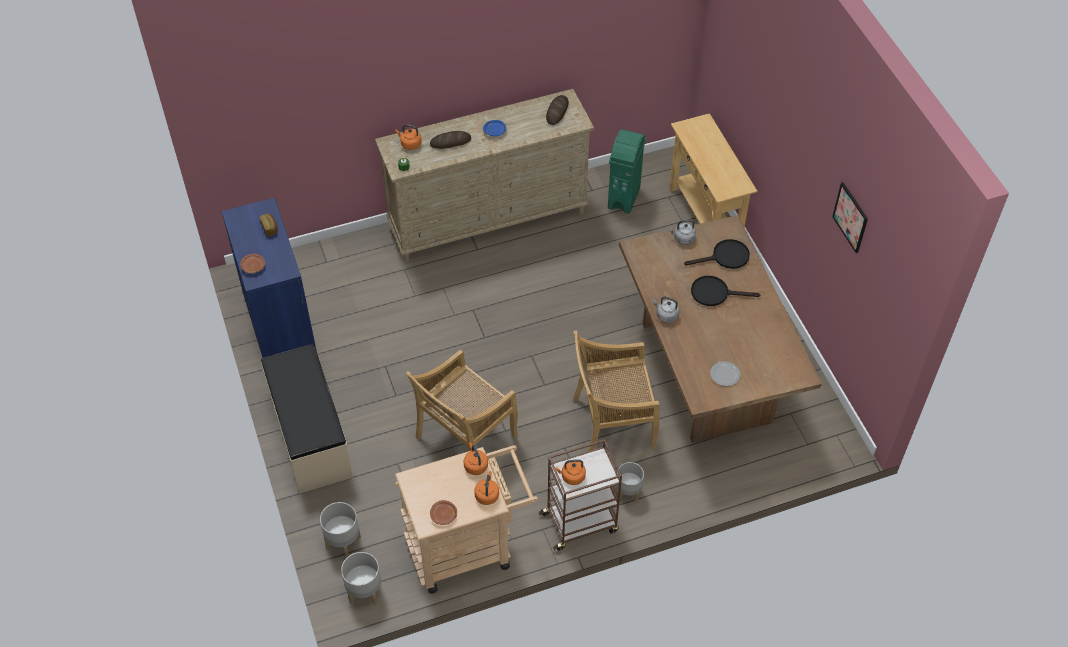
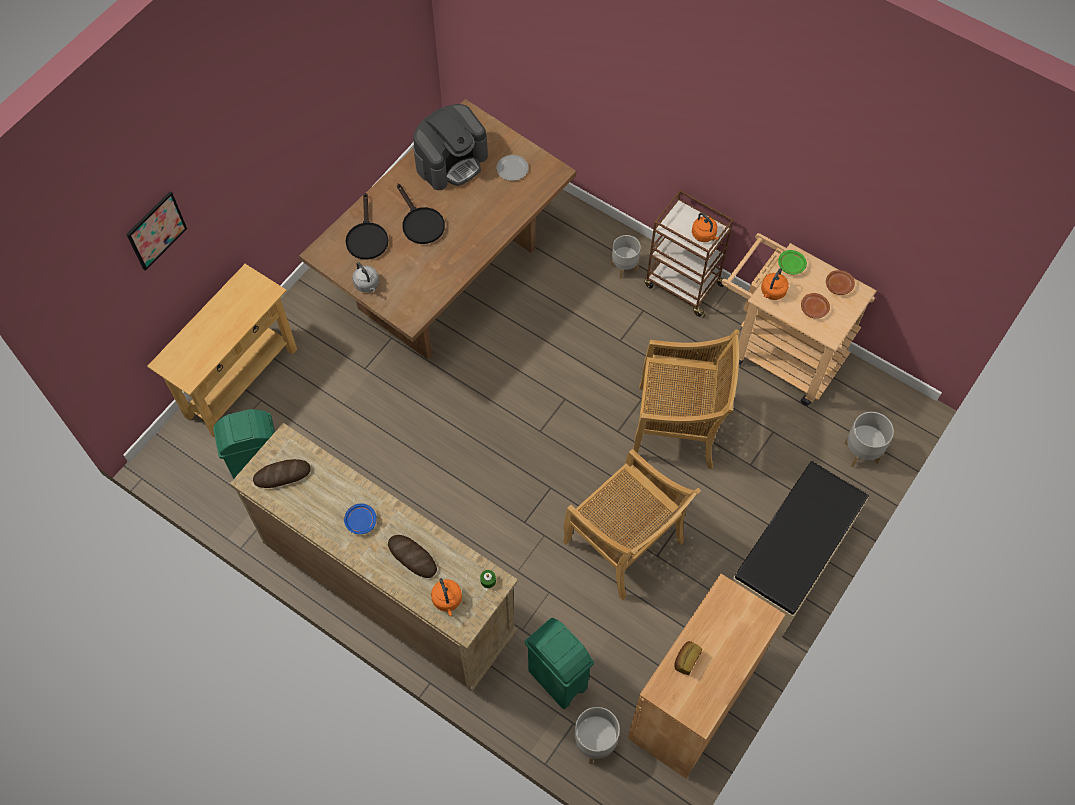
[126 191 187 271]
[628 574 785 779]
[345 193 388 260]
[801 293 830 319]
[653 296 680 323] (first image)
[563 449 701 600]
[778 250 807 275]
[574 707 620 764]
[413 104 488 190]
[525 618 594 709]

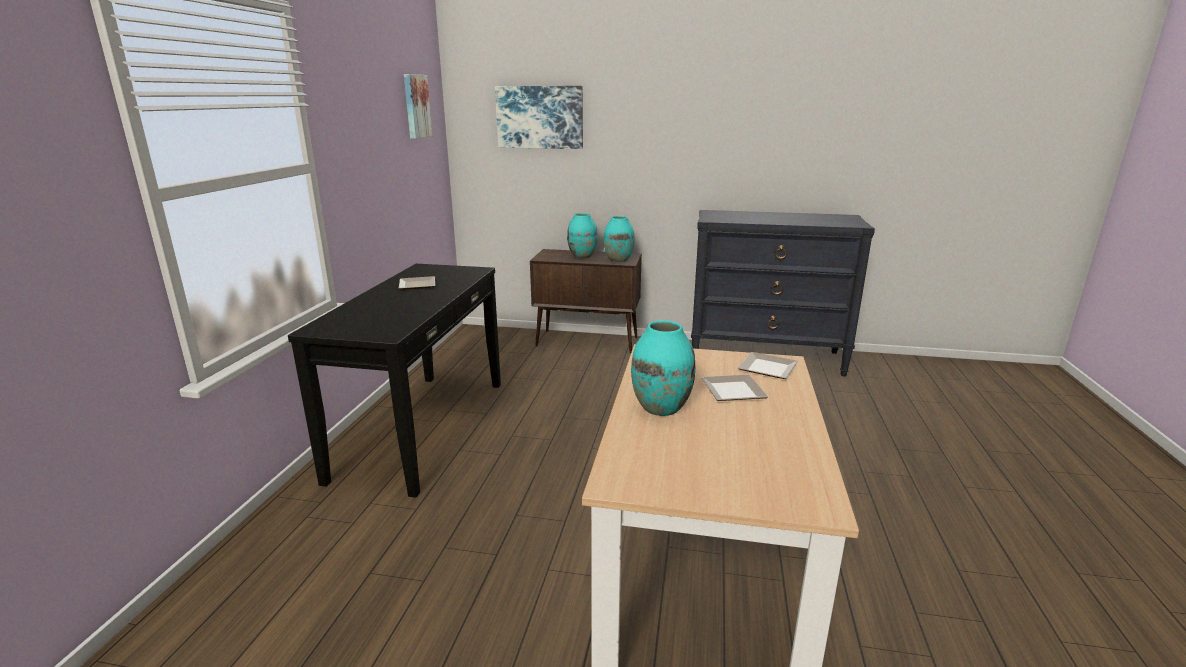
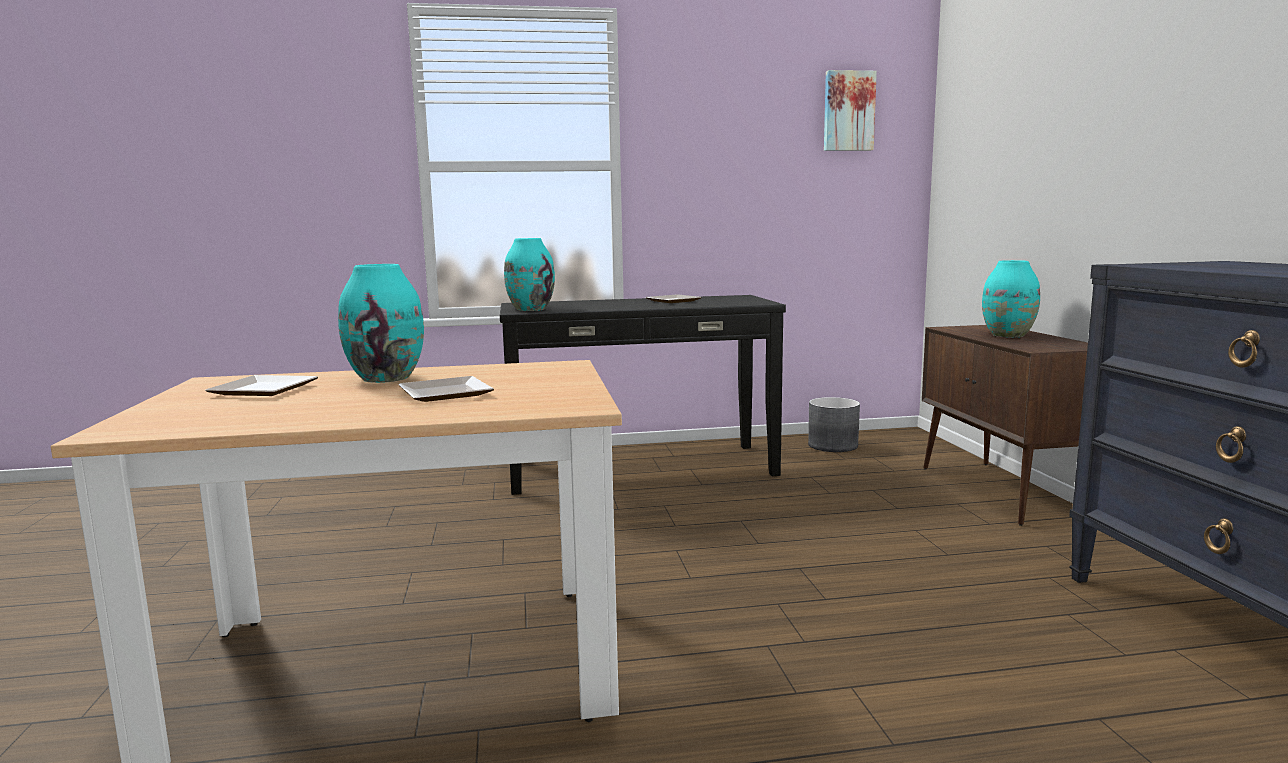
[495 86 583 149] (first image)
[504 238 555 311]
[205 375 318 396]
[808 397 860 452]

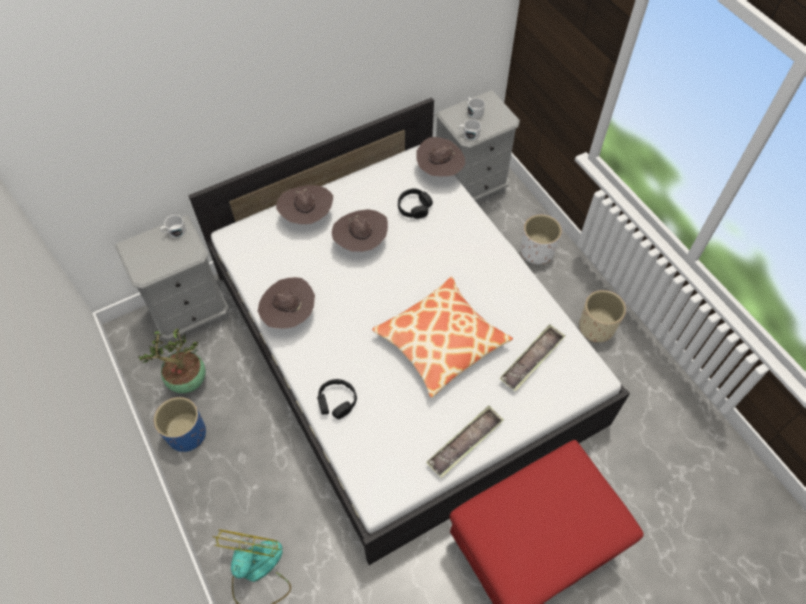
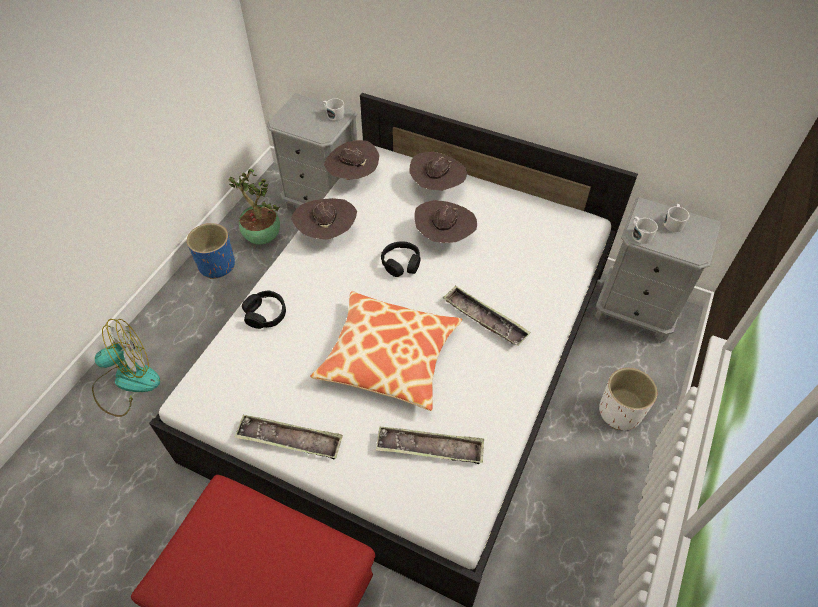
[324 140 380 180]
[381 241 421 277]
[579 290 626 342] (first image)
[443 285 531 346]

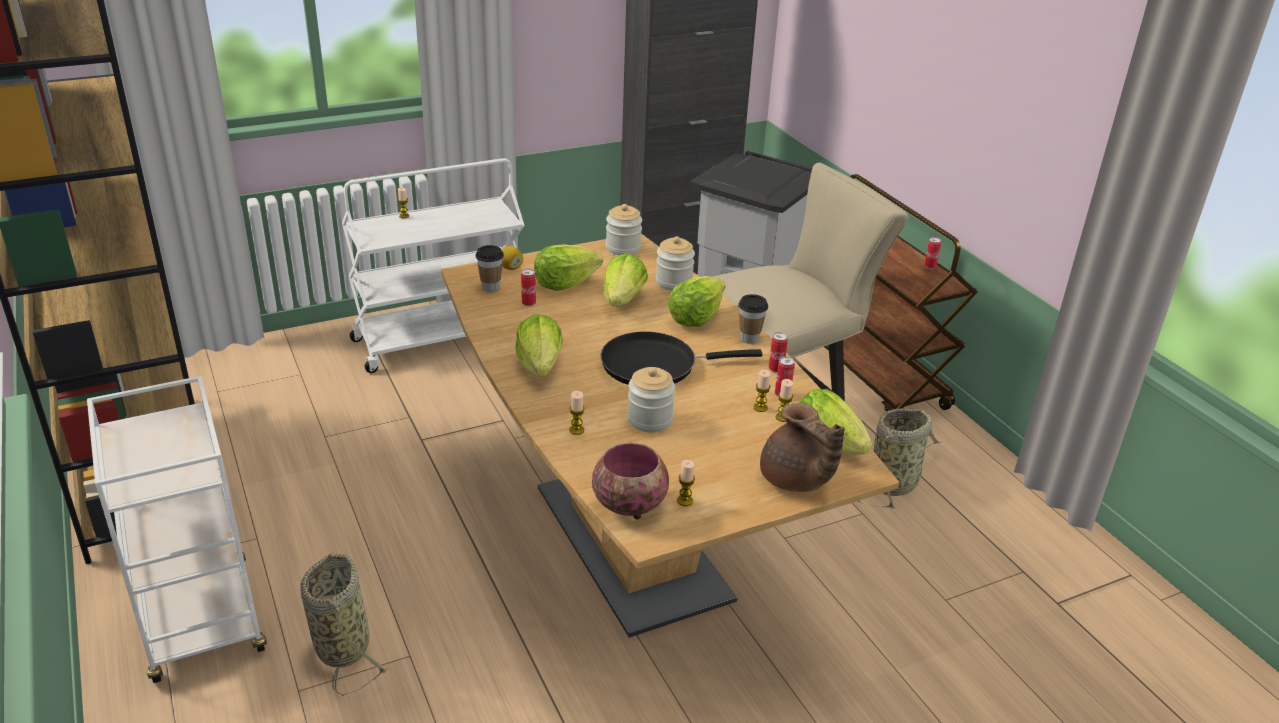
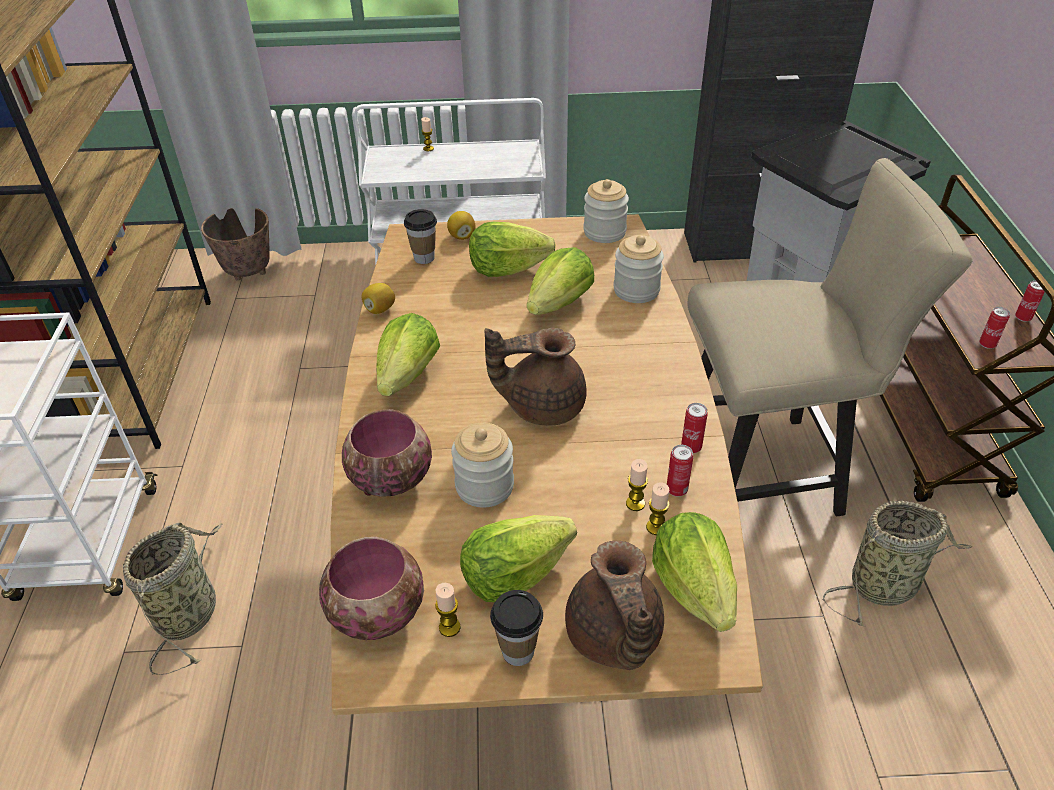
[979 307 1010 349]
[460 515 577 602]
[490 590 543 666]
[484 327 586 426]
[342 409 432 497]
[201 208 270 281]
[362 283 395 314]

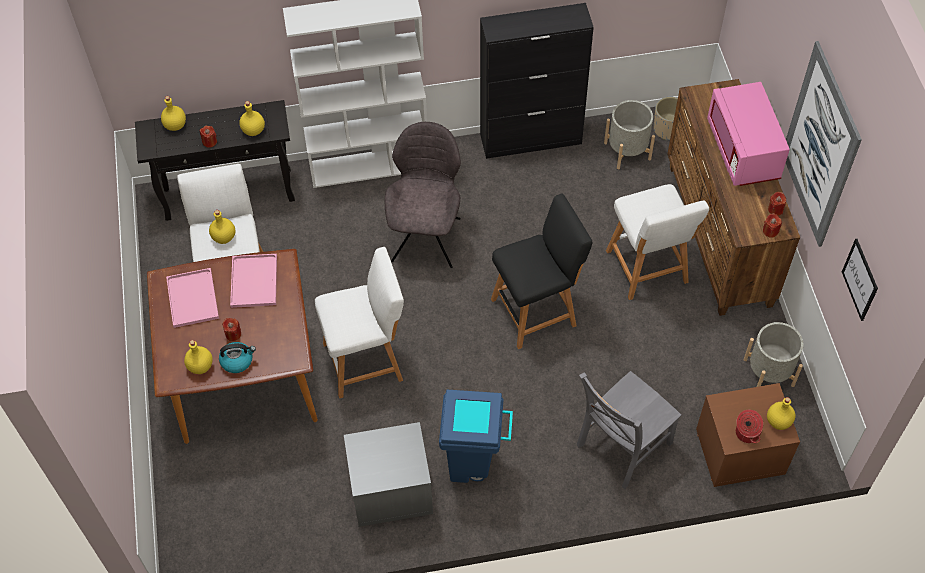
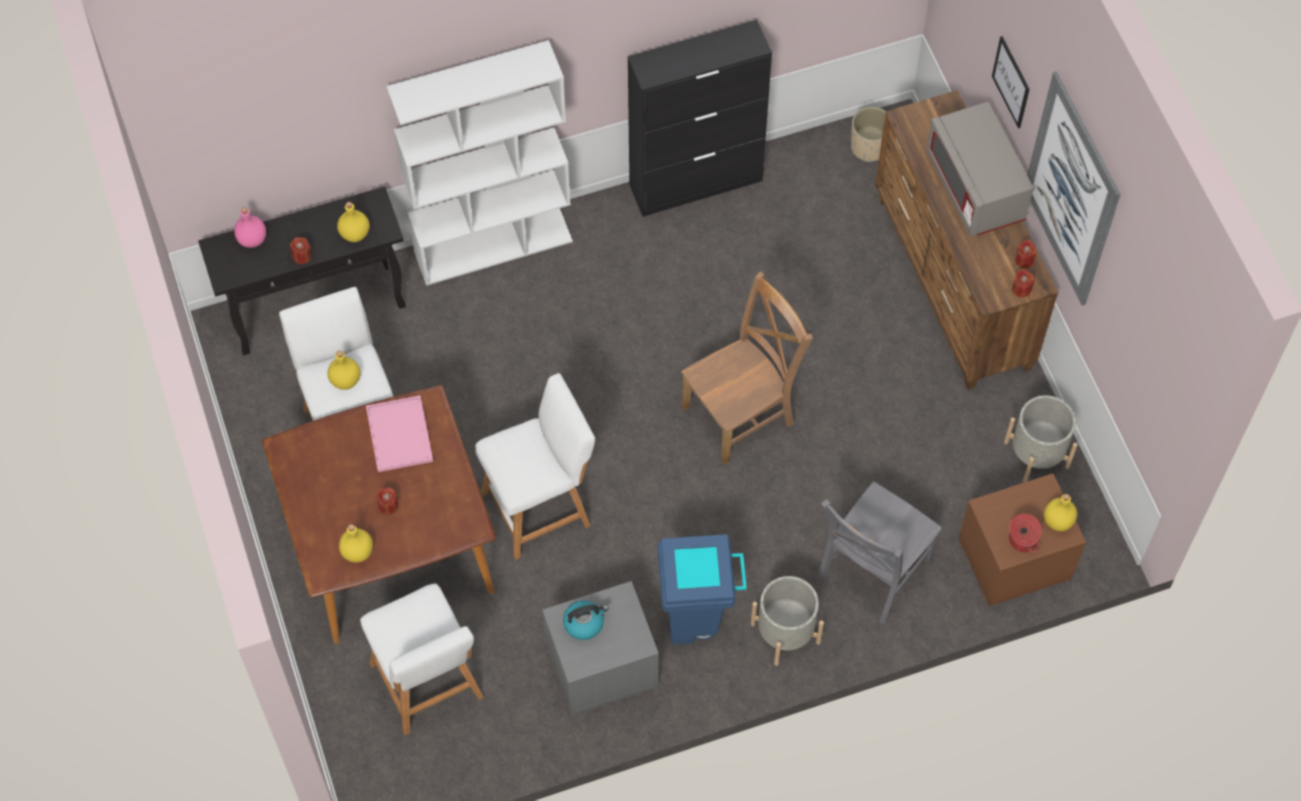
[926 102 1034 236]
[234 207 266 248]
[751 576 824 666]
[385 122 461 268] (first image)
[360 583 484 735]
[681 271 813 465]
[992 36 1030 129]
[166 268 219 328] (first image)
[563 601 609 640]

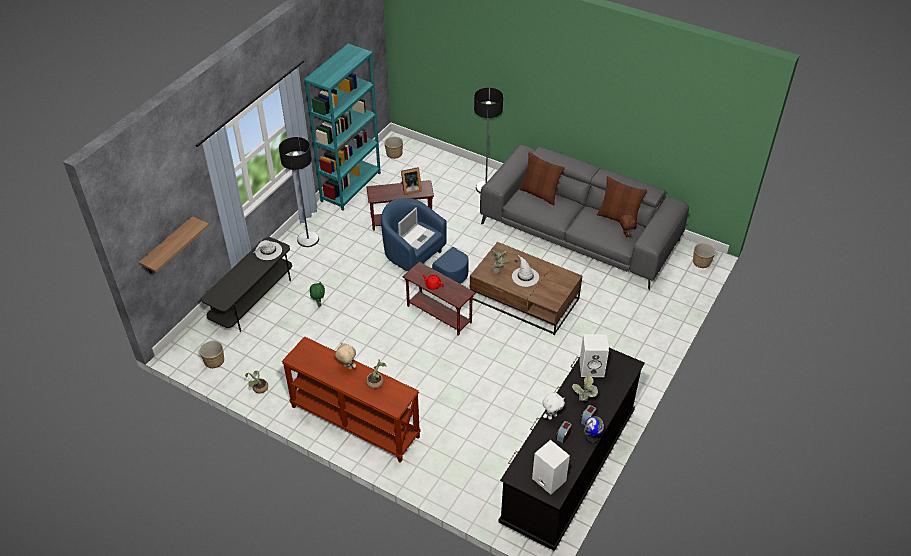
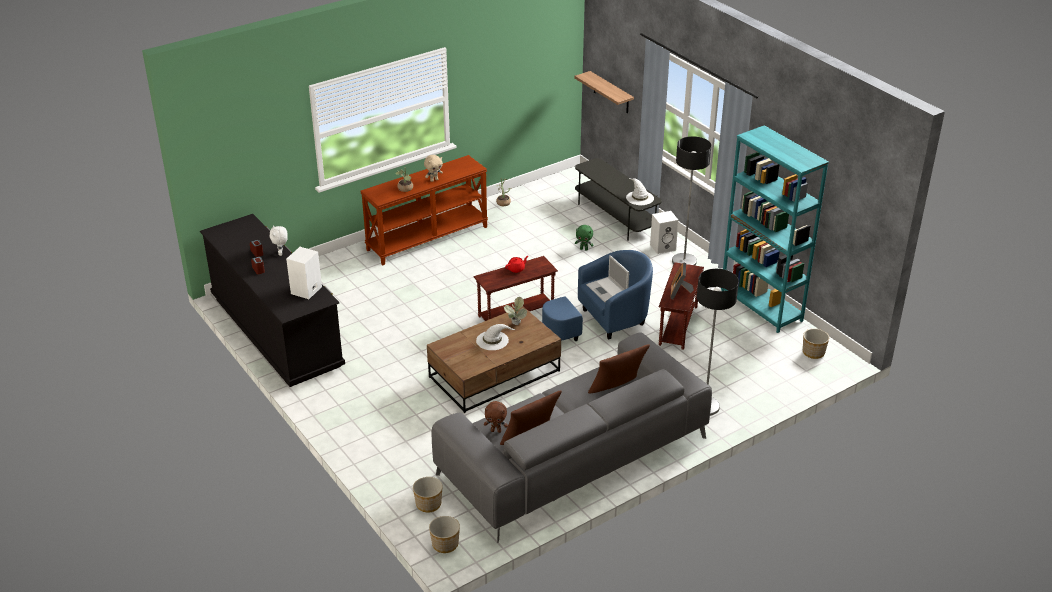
[413 477 443 512]
[572 375 598 401] (first image)
[584 416 604 443] (first image)
[650 211 679 254]

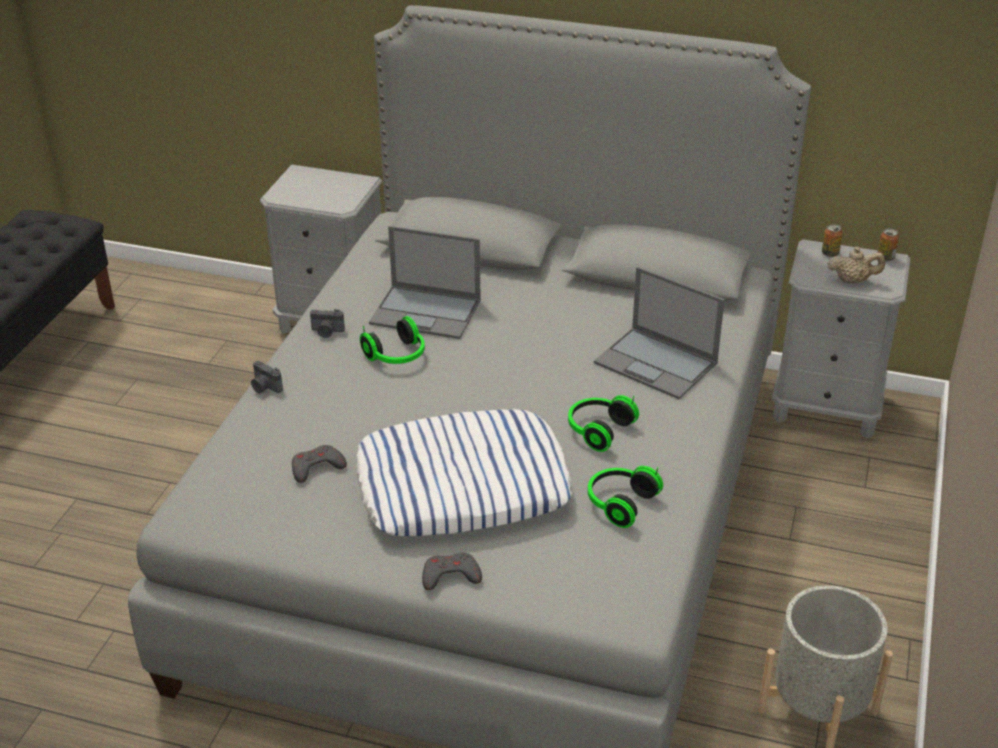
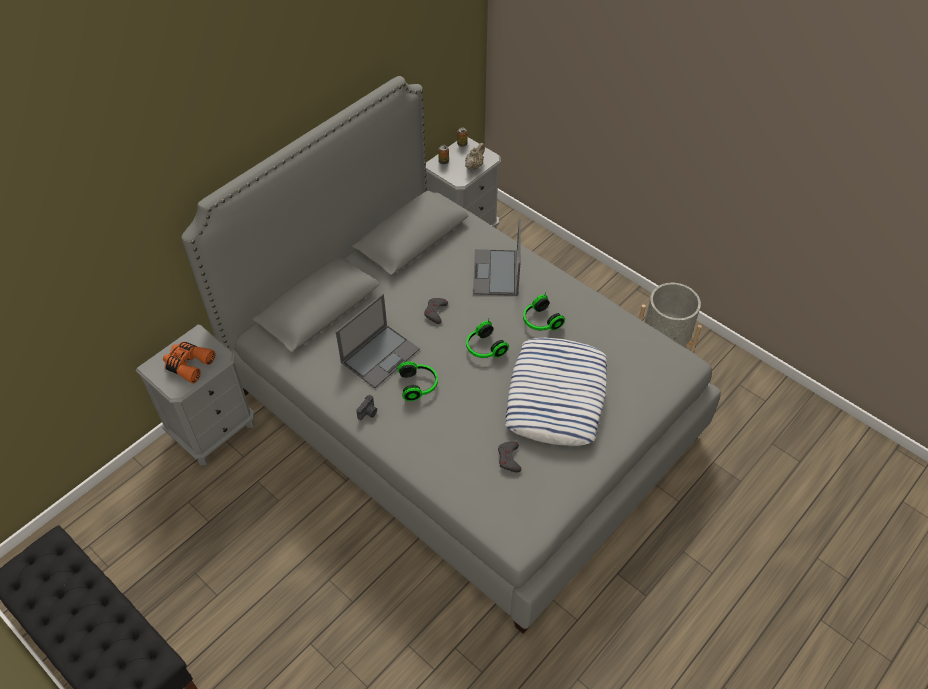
[473 219 521 296]
[251 361 283 394] (first image)
[466 319 509 358]
[424 298 448 324]
[163 342 216 383]

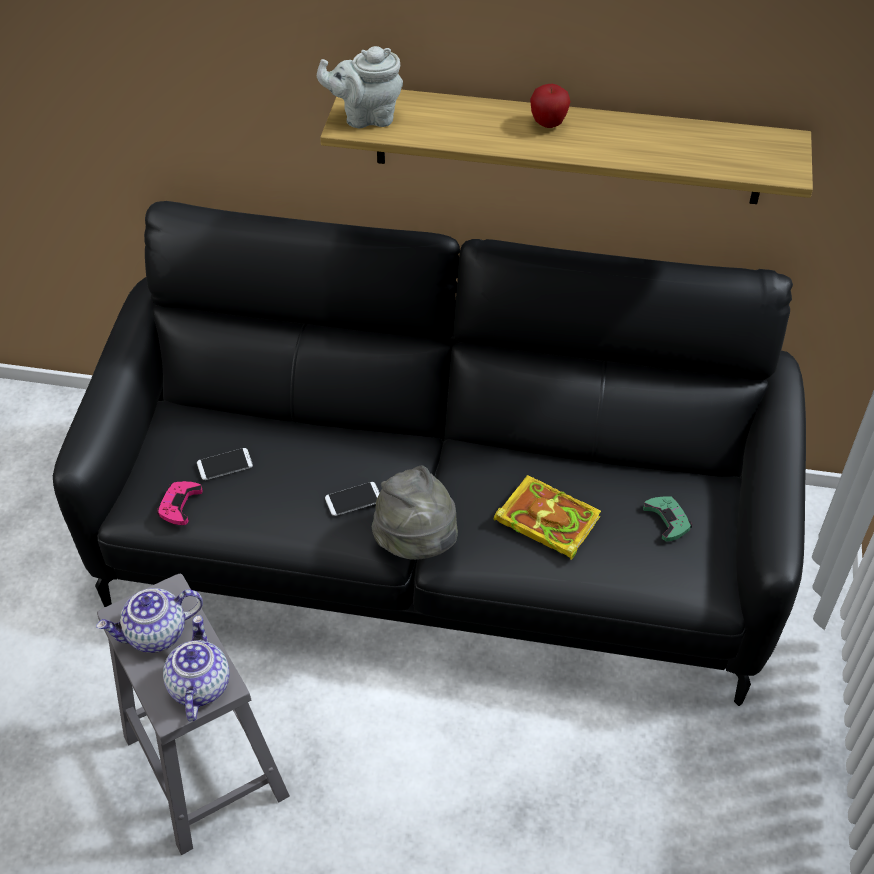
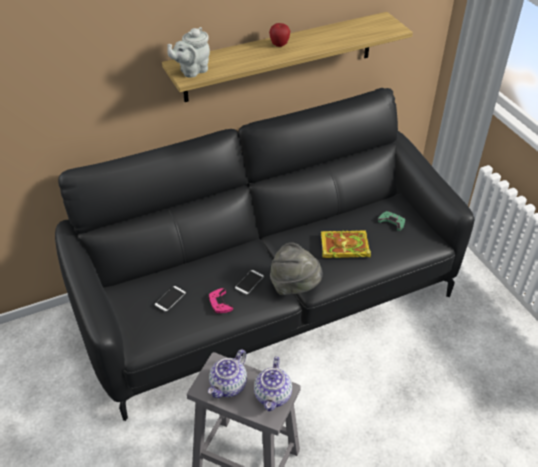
[208 288 233 313]
[254 356 292 411]

